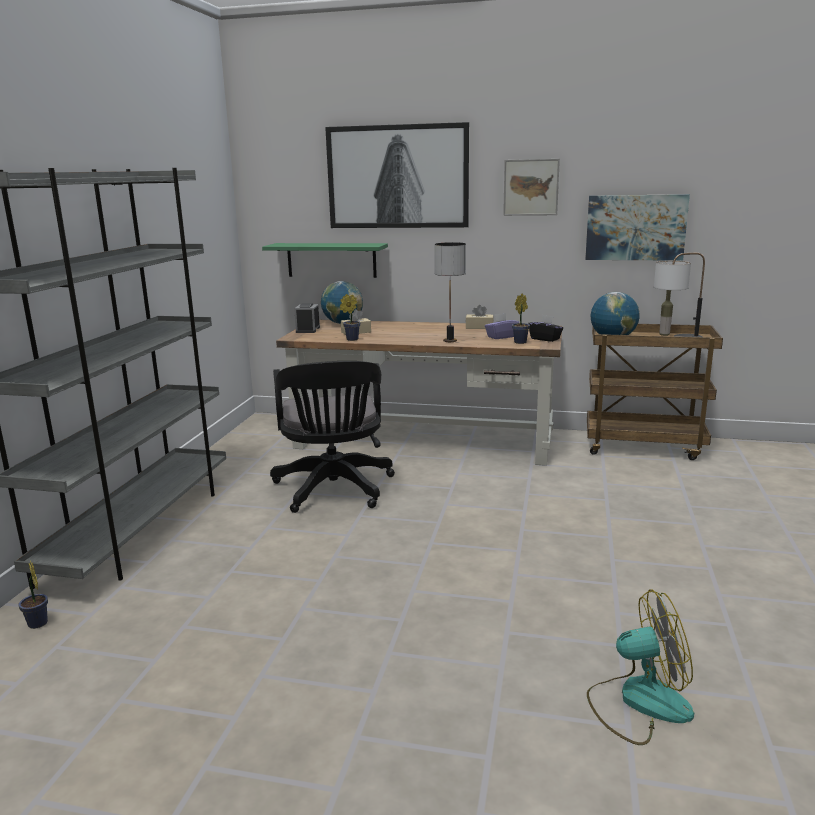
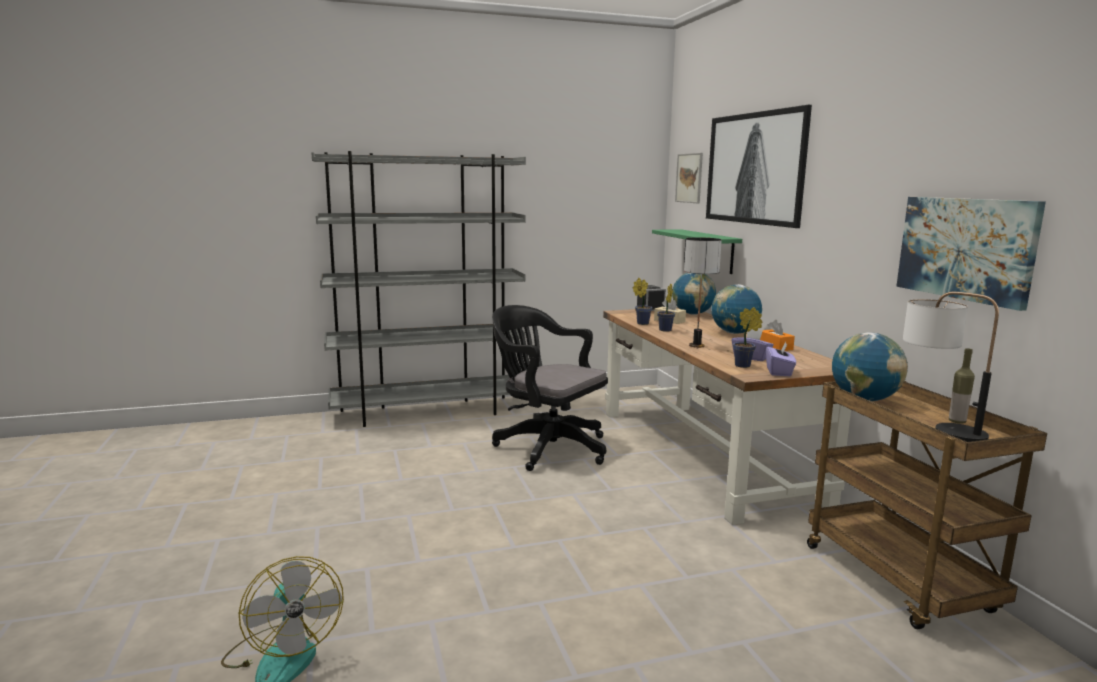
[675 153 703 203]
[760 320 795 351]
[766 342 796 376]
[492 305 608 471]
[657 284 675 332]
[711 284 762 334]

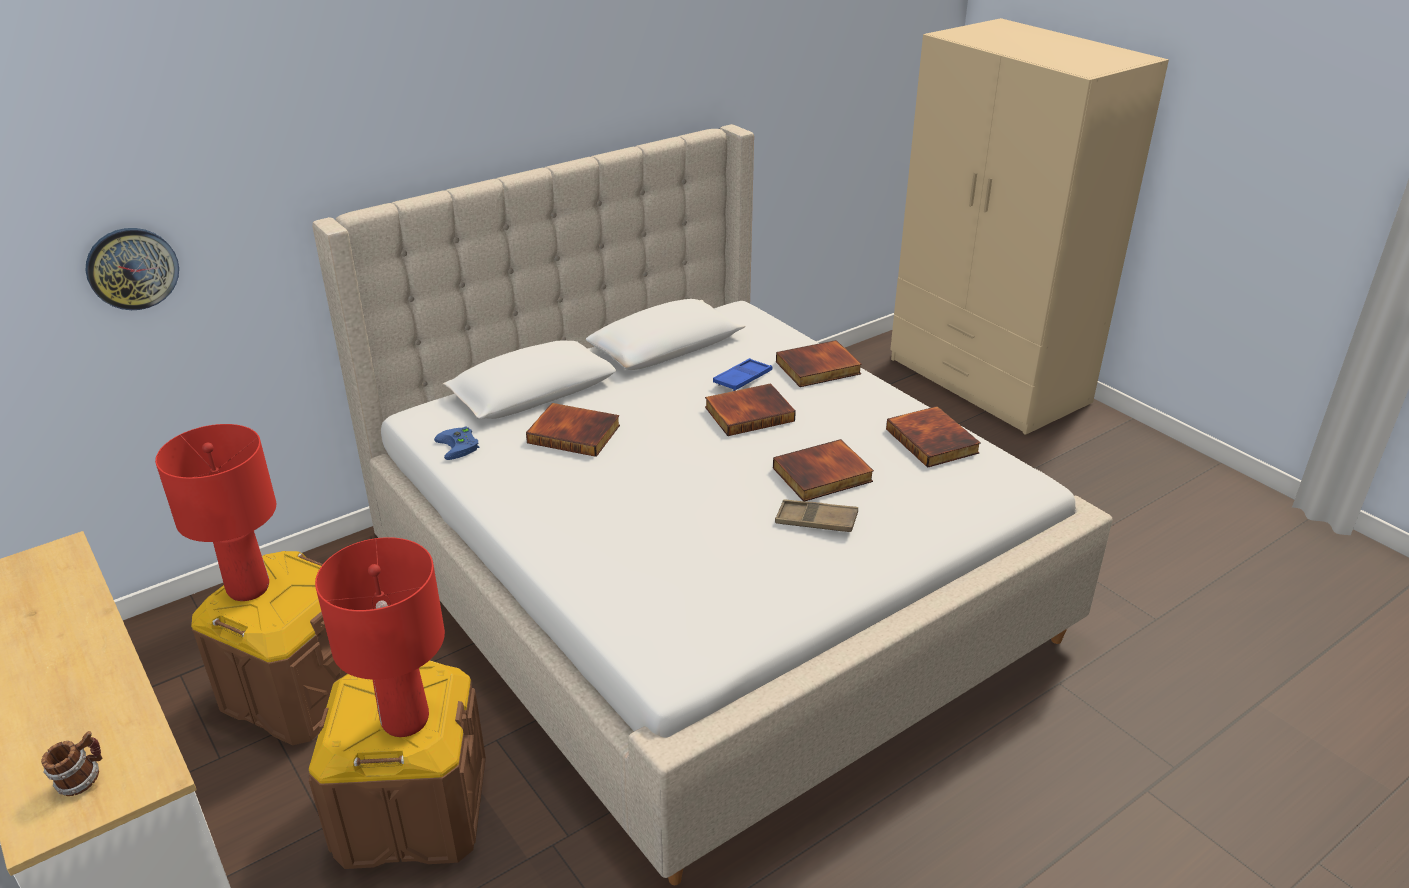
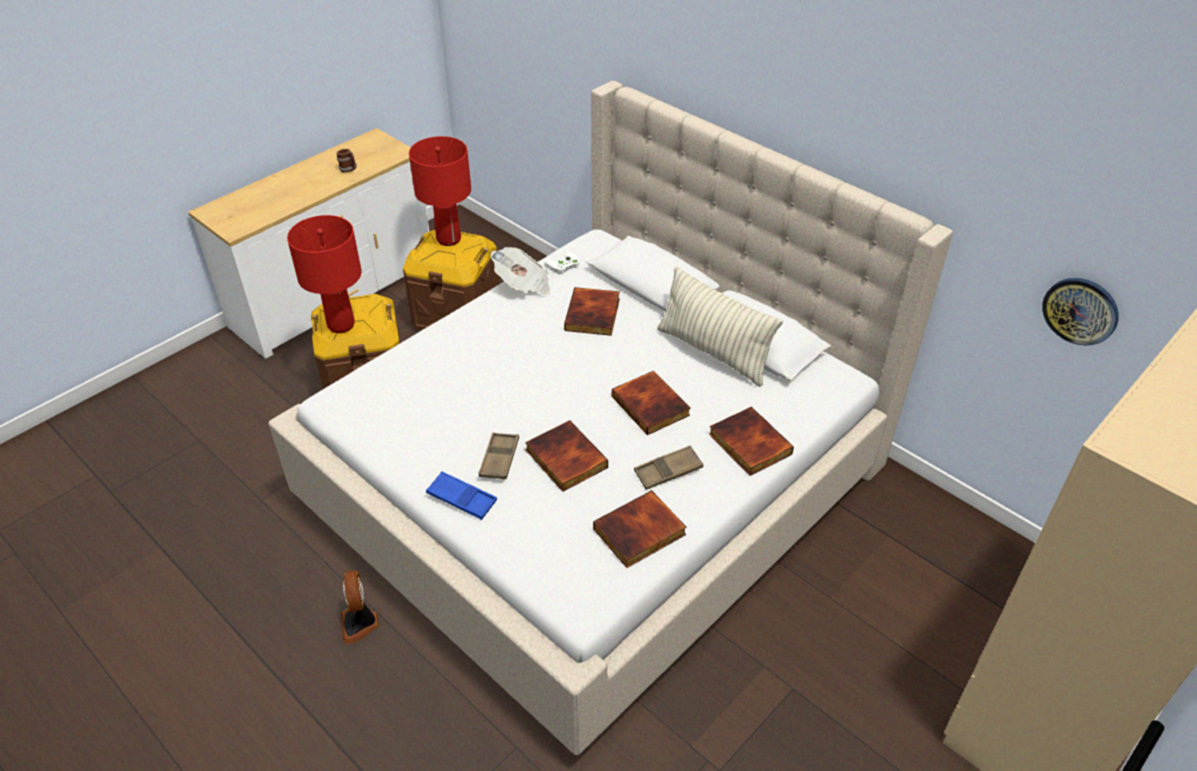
[1042 278 1119 346]
[426 471 497 520]
[544 251 579 275]
[336 149 357 172]
[491 247 550 295]
[657 266 783 387]
[634 445 703 490]
[341 570 379 644]

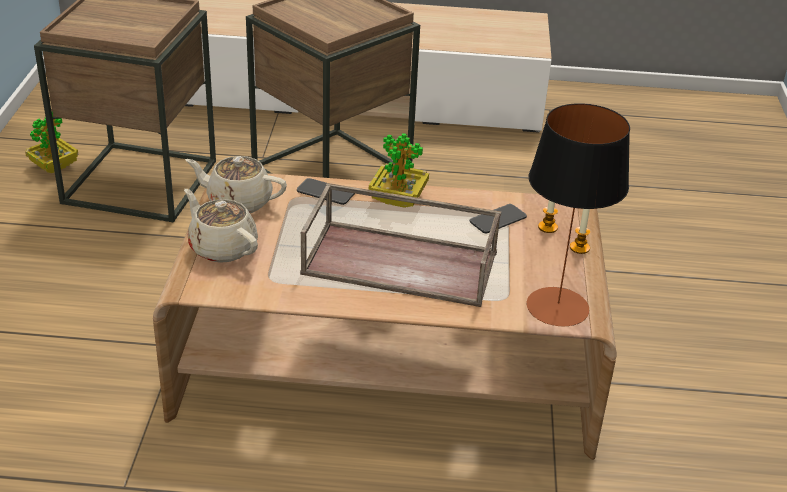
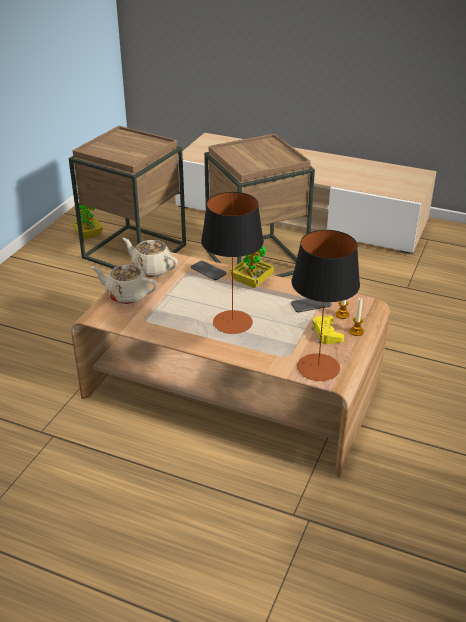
[201 192 264 334]
[92 264 158 304]
[311 316 344 344]

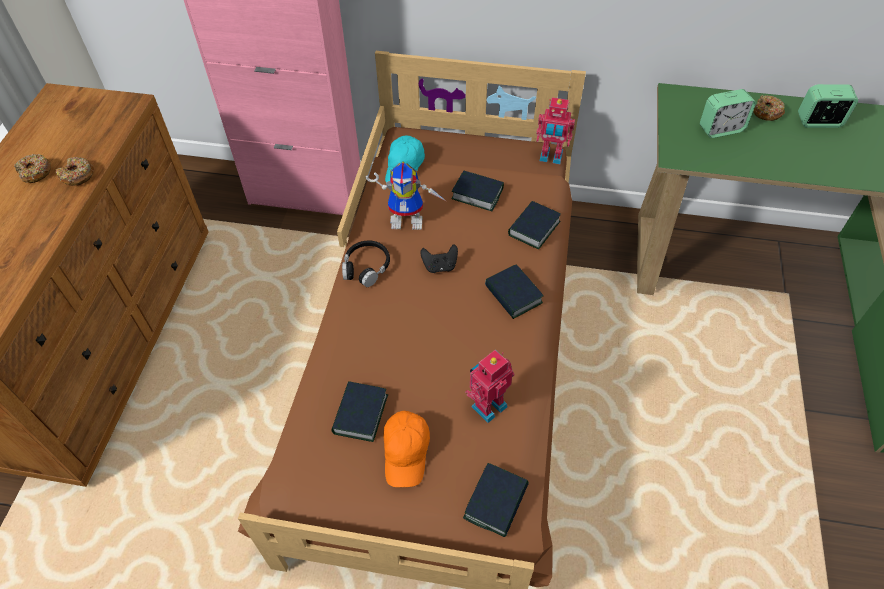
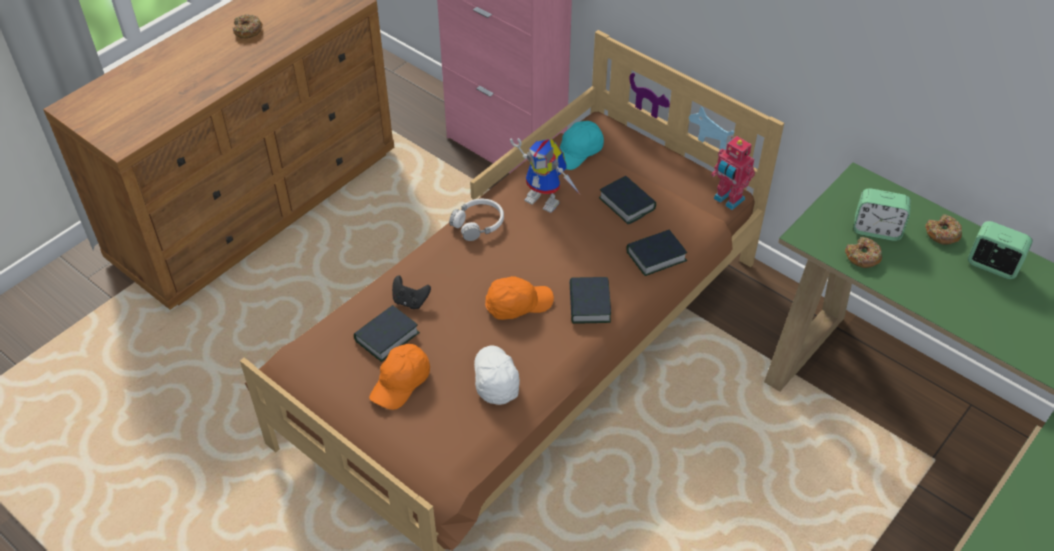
[845 237 882 268]
[449 199 504 241]
[392 275 431 309]
[474 346 520 405]
[463 463 529 537] (first image)
[485 276 554 320]

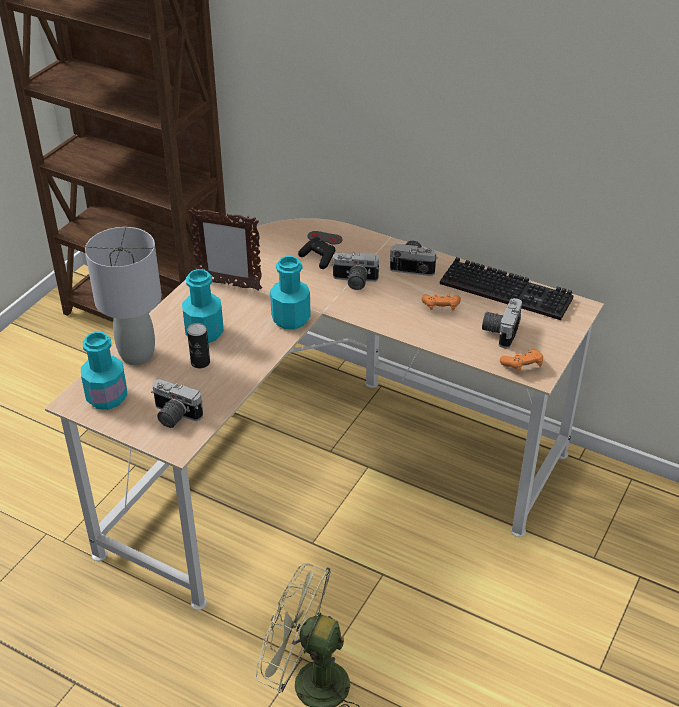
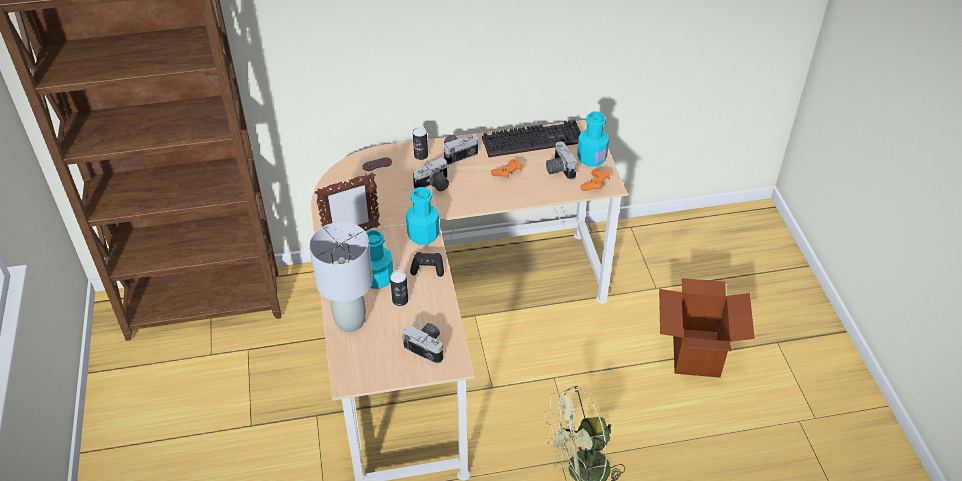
[410 252 444 277]
[577 111 609 167]
[402 323 445 364]
[413 127 428 160]
[659 278 755 378]

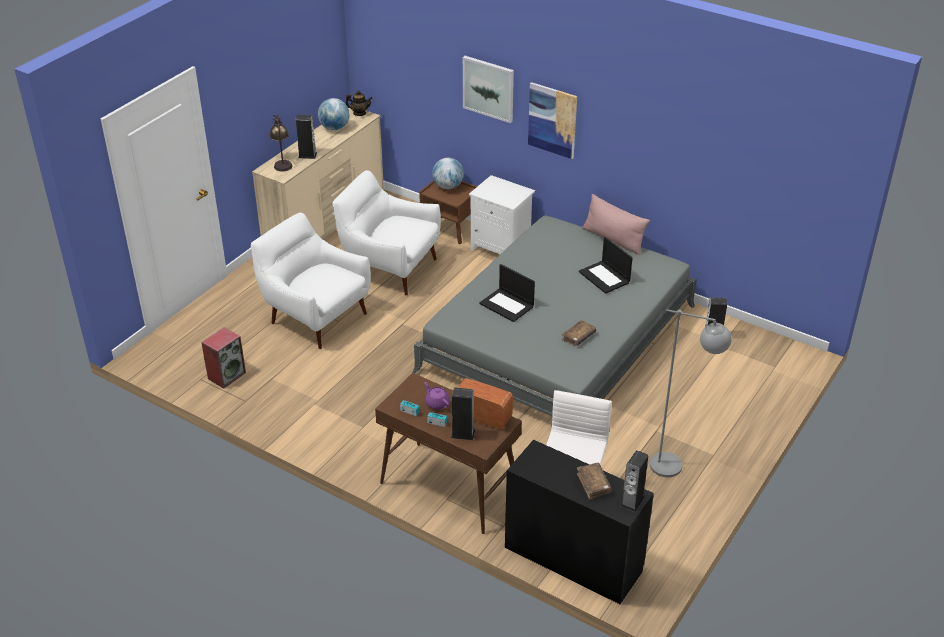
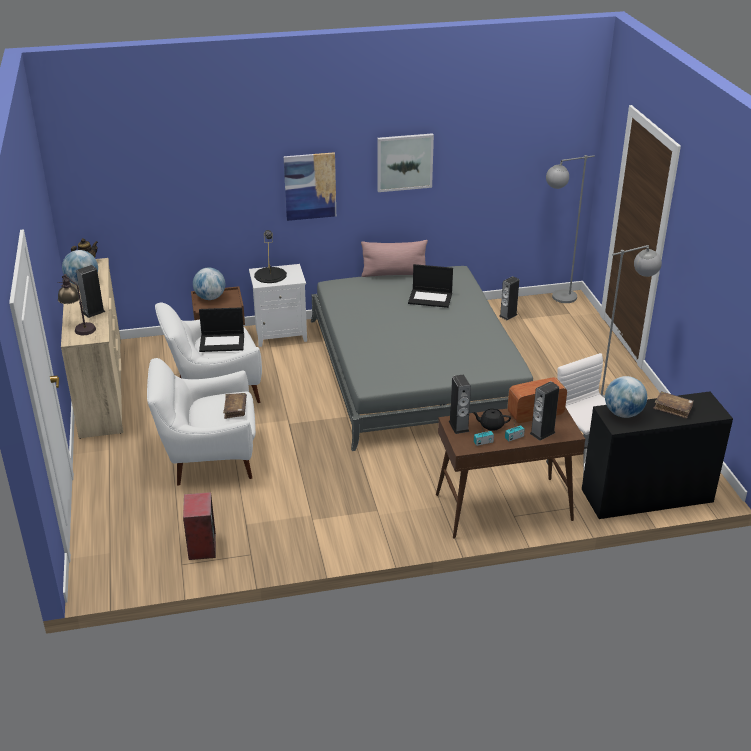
[377 133 434 192]
[199 307 244 352]
[223 393 247 419]
[472 409 511 431]
[449 375 471 434]
[546 155 595 303]
[254 230 287 283]
[605 376 647 418]

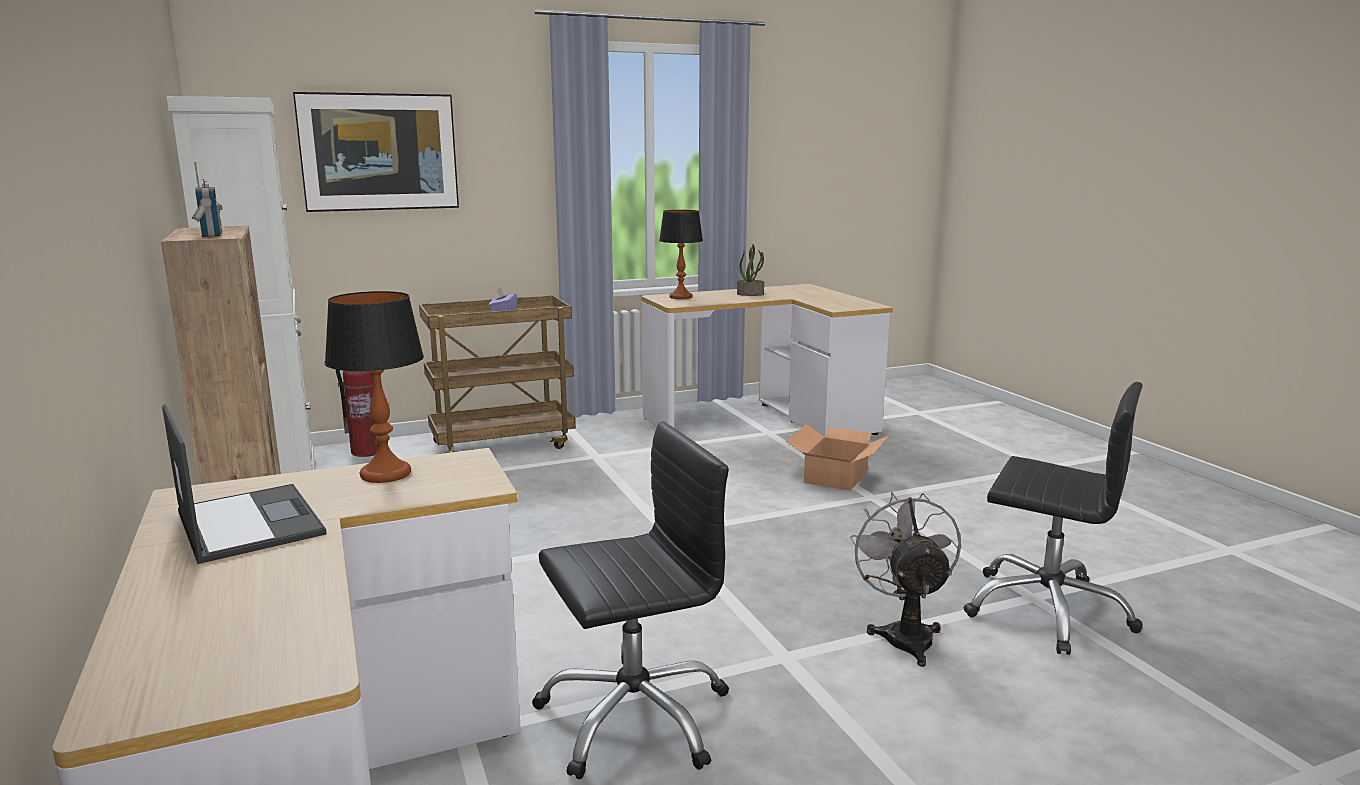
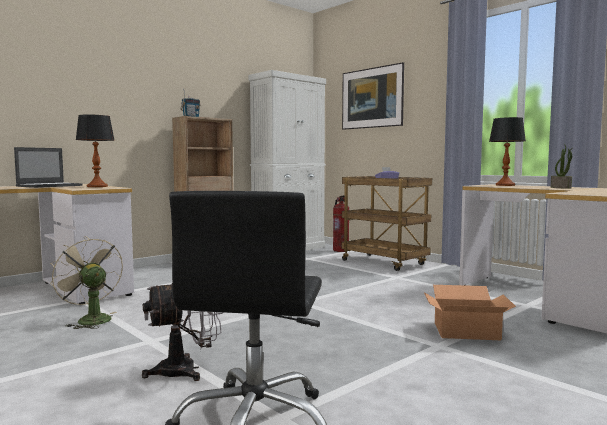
[50 236 123 329]

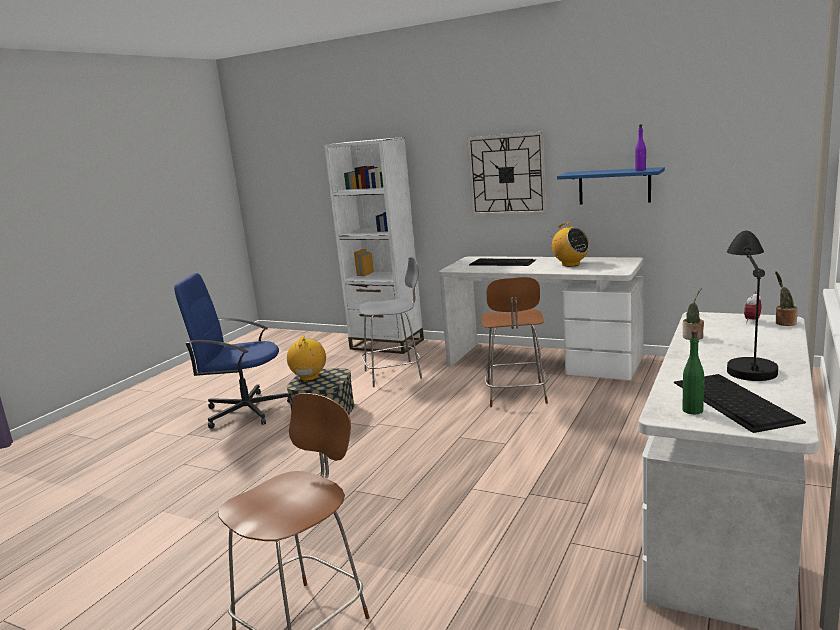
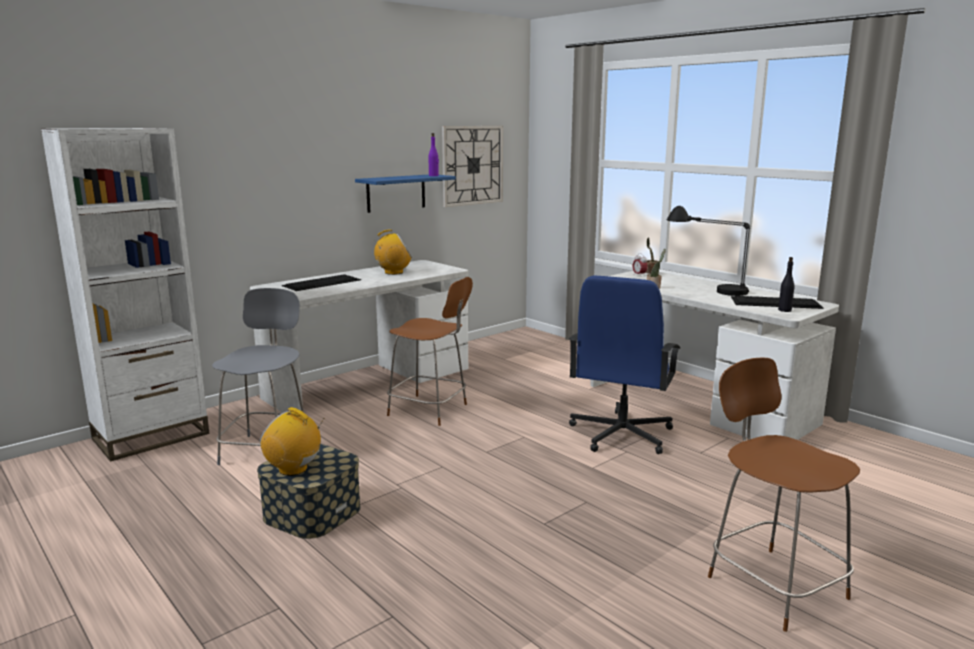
[442 126 503 207]
[569 276 680 454]
[778 257 794 312]

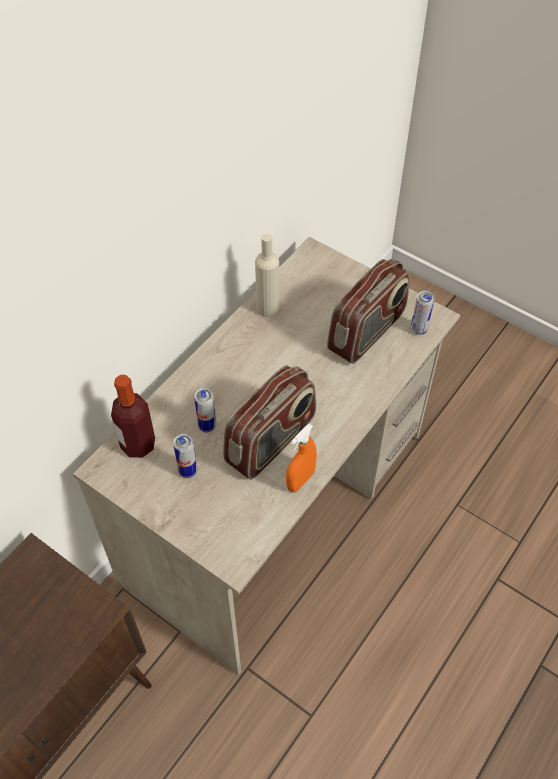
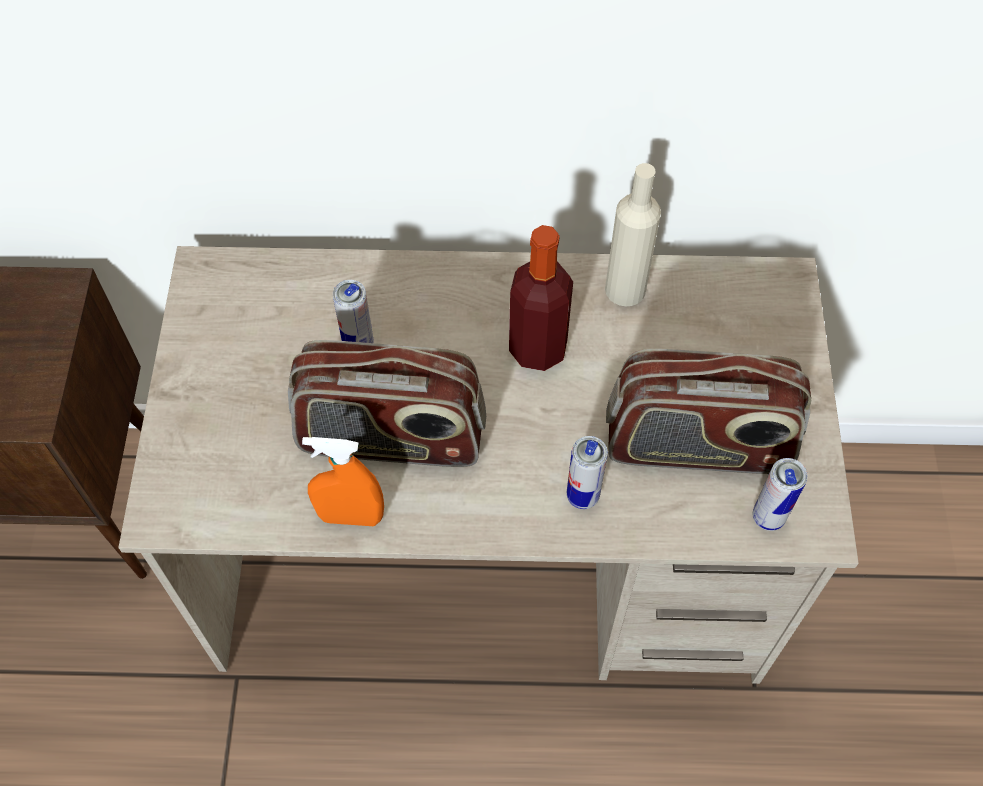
[509 225 573 371]
[567 436 608 509]

